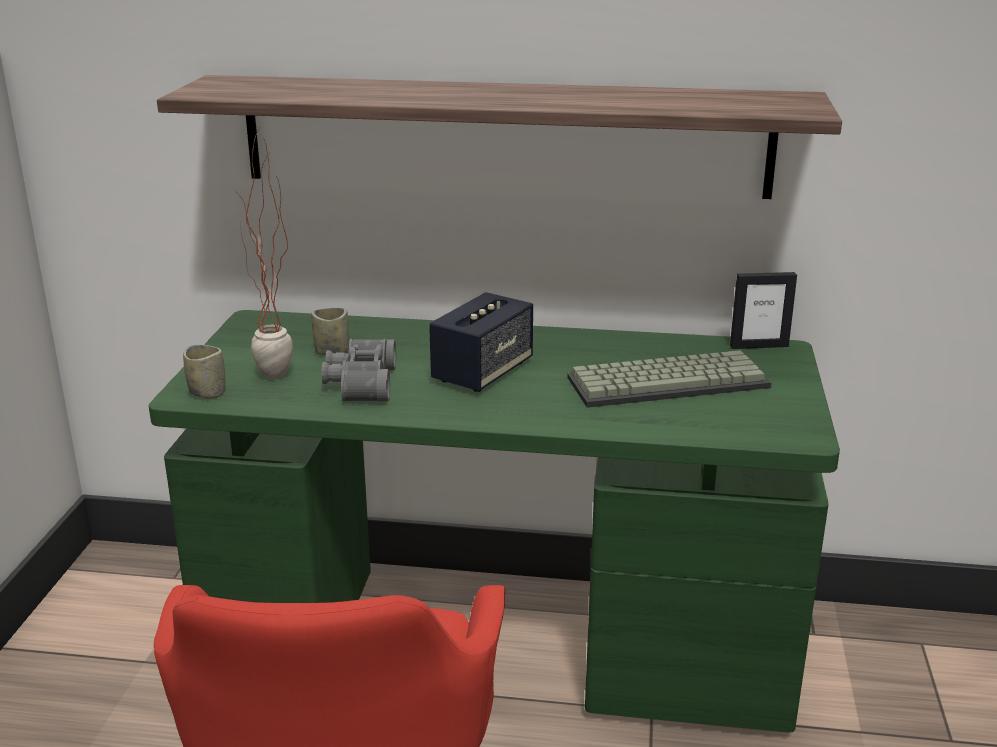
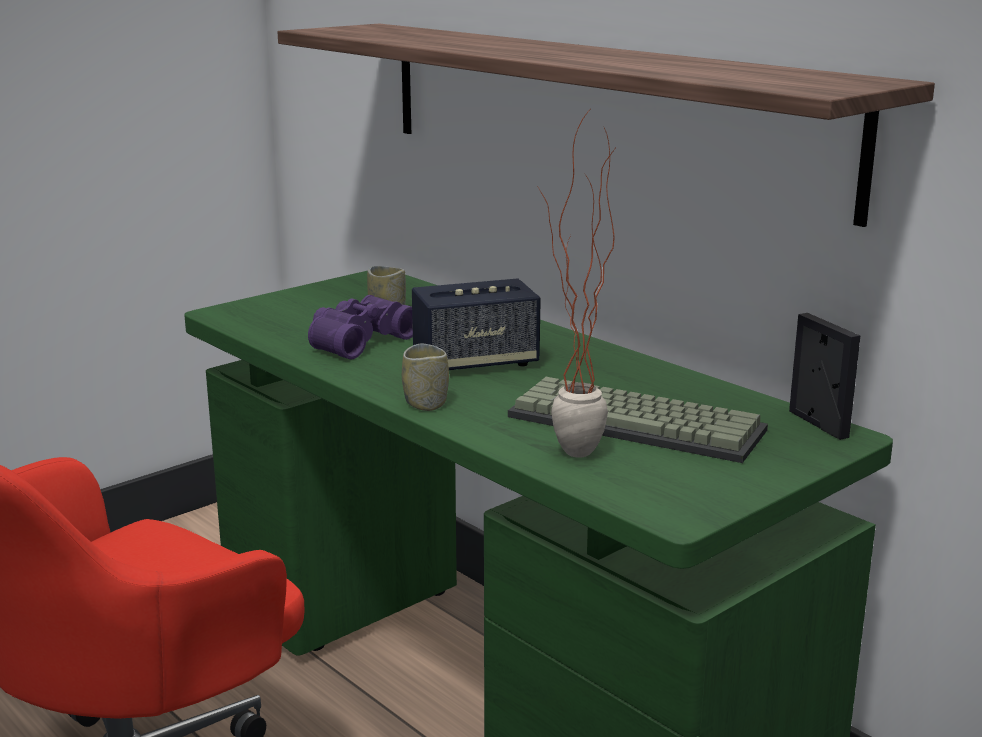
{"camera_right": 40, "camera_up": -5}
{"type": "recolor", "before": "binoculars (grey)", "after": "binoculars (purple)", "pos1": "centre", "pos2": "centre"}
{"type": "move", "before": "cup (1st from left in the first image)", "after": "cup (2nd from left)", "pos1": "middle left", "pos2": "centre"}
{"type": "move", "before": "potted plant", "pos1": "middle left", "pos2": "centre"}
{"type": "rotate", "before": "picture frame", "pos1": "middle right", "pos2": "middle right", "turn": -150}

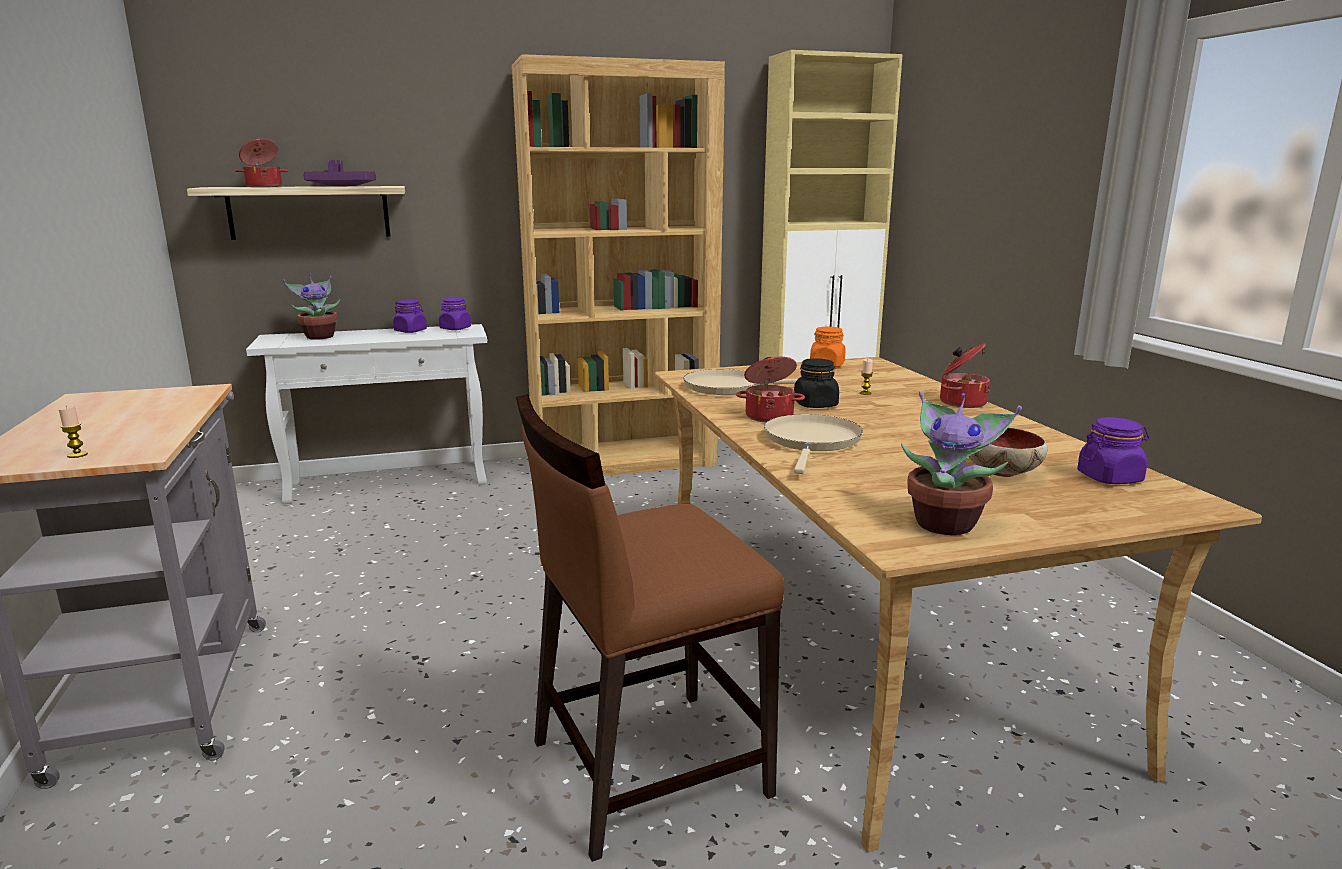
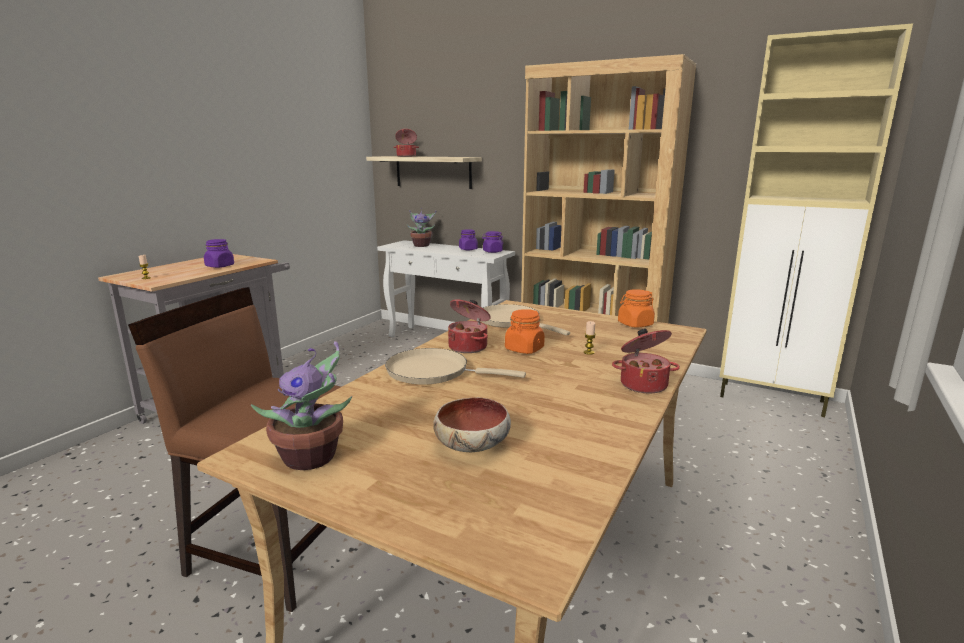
{"camera_right": 45, "camera_up": 0}
{"type": "move", "before": "jar (purple) (3rd from left in the first image)", "after": "jar (purple) (1st from left)", "pos1": "middle right", "pos2": "middle left"}
{"type": "rotate", "before": "frying pan (beige) (2nd from left in the first image)", "pos1": "centre", "pos2": "centre", "turn": -135}
{"type": "recolor", "before": "jar (black)", "after": "jar (orange) (1st from left)", "pos1": "centre", "pos2": "centre"}
{"type": "delete", "before": "tray (purple)", "pos1": "top left"}

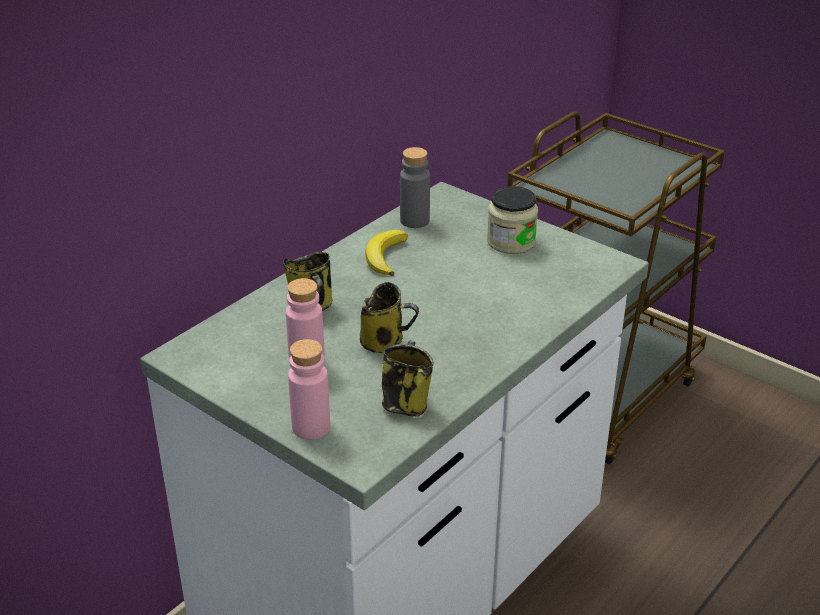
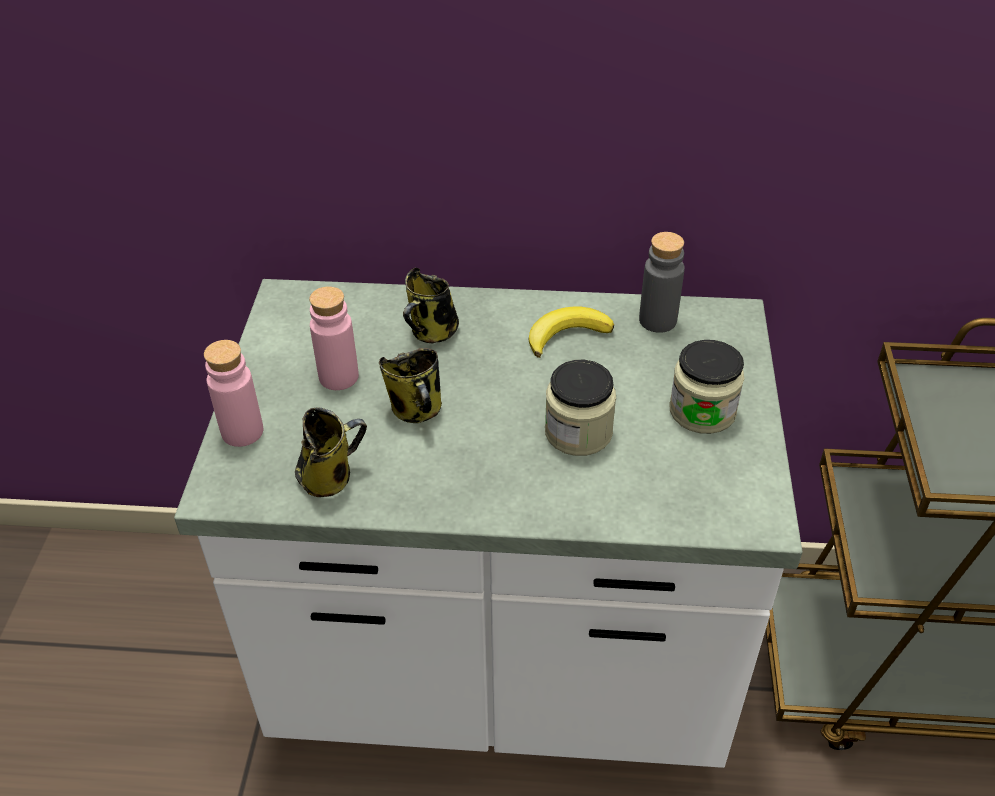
{"camera_right": 55, "camera_up": 10}
{"type": "insert", "after": "jar (1st from left)", "pos2": "centre"}

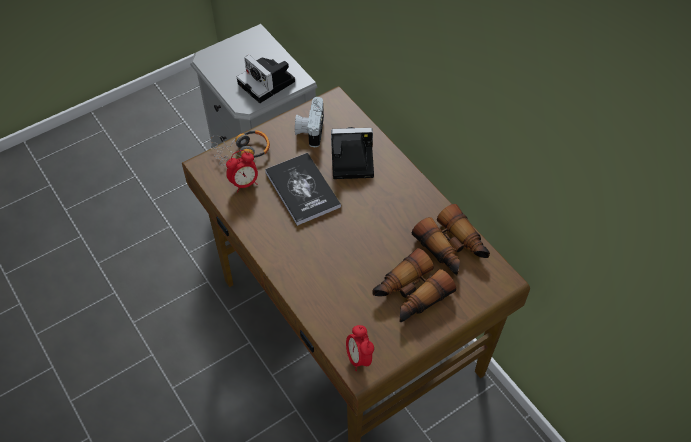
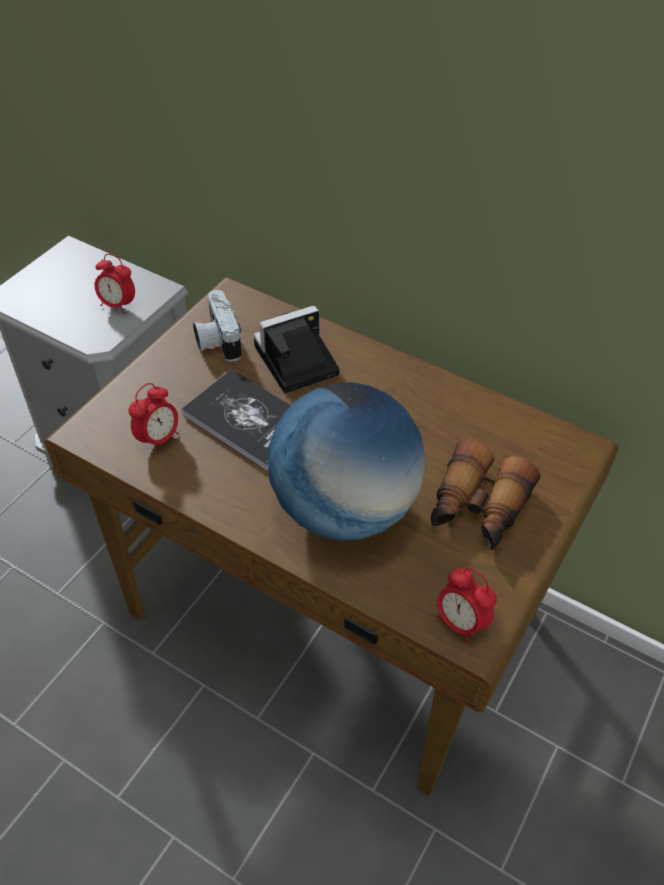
{"camera_right": -25, "camera_up": -5}
{"type": "replace", "before": "photo camera (1st from left)", "after": "alarm clock (1st from left)", "pos1": "top centre", "pos2": "top left"}
{"type": "insert", "after": "globe", "pos2": "centre"}
{"type": "delete", "before": "headphones", "pos1": "top centre"}
{"type": "delete", "before": "binoculars (2nd from left)", "pos1": "centre"}

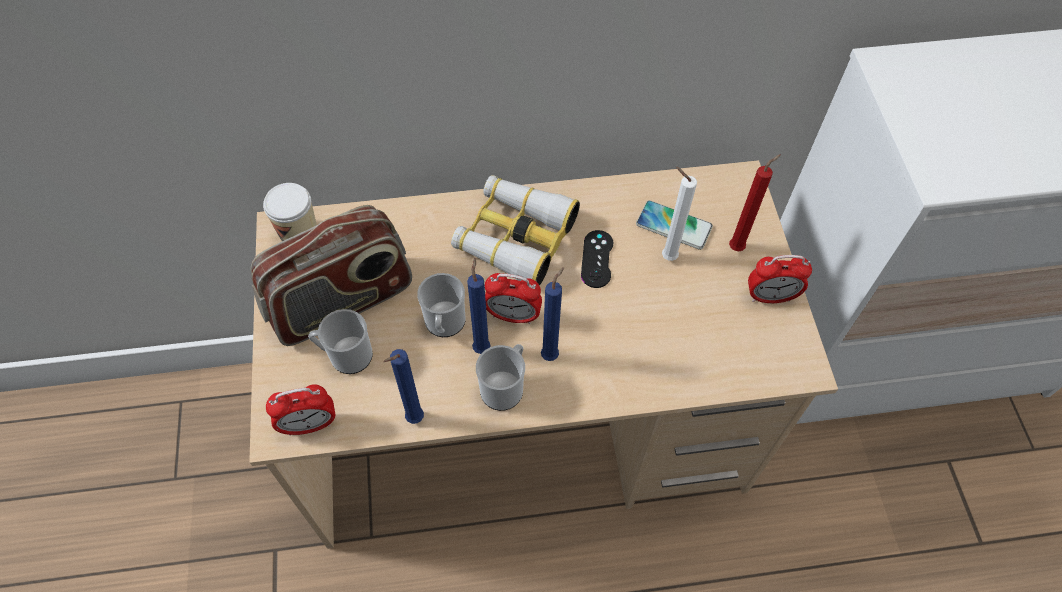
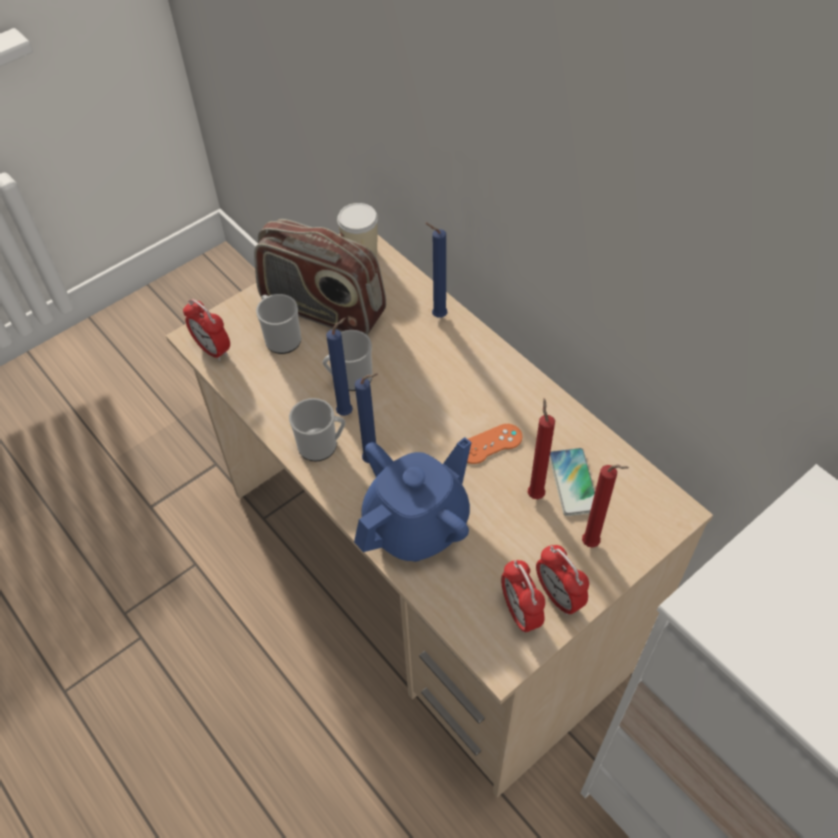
{"camera_right": 60, "camera_up": -5}
{"type": "insert", "after": "teapot (blue)", "pos2": "centre"}
{"type": "move", "before": "candle (blue) (1st from left in the first image)", "after": "candle (blue) (3rd from left)", "pos1": "centre", "pos2": "top centre"}
{"type": "recolor", "before": "game controller (black)", "after": "game controller (orange)", "pos1": "centre", "pos2": "centre"}
{"type": "move", "before": "alarm clock (2nd from left)", "pos1": "centre", "pos2": "bottom centre"}
{"type": "recolor", "before": "candle (white)", "after": "candle (red) (1st from left)", "pos1": "centre", "pos2": "centre"}
{"type": "delete", "before": "binoculars", "pos1": "centre"}

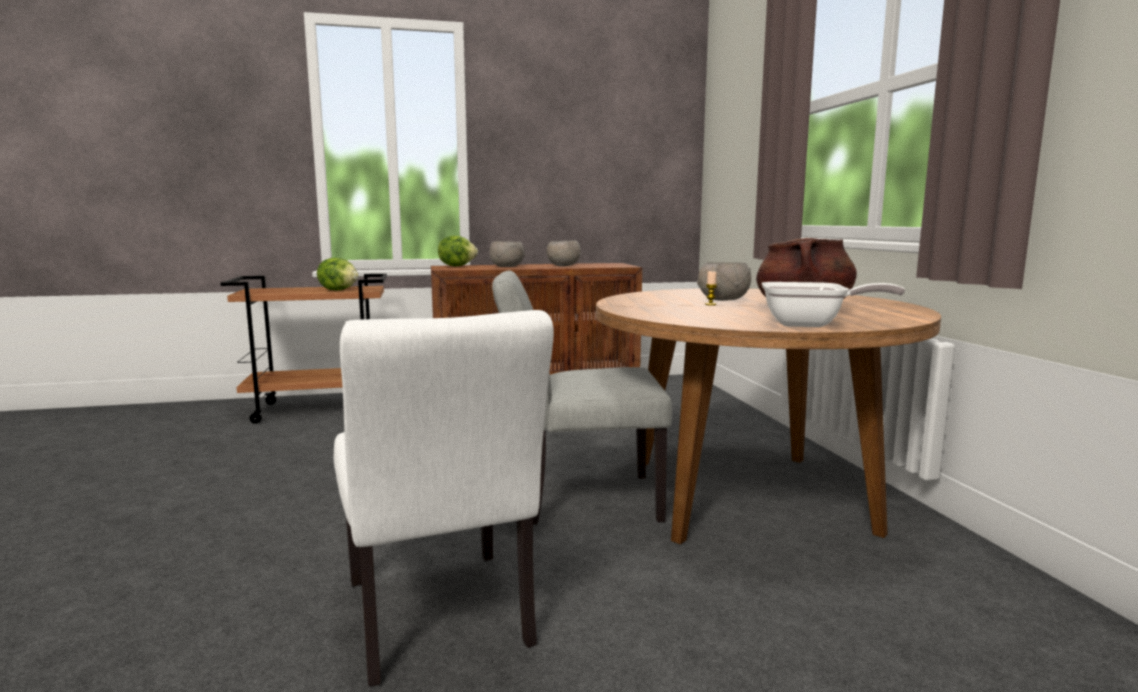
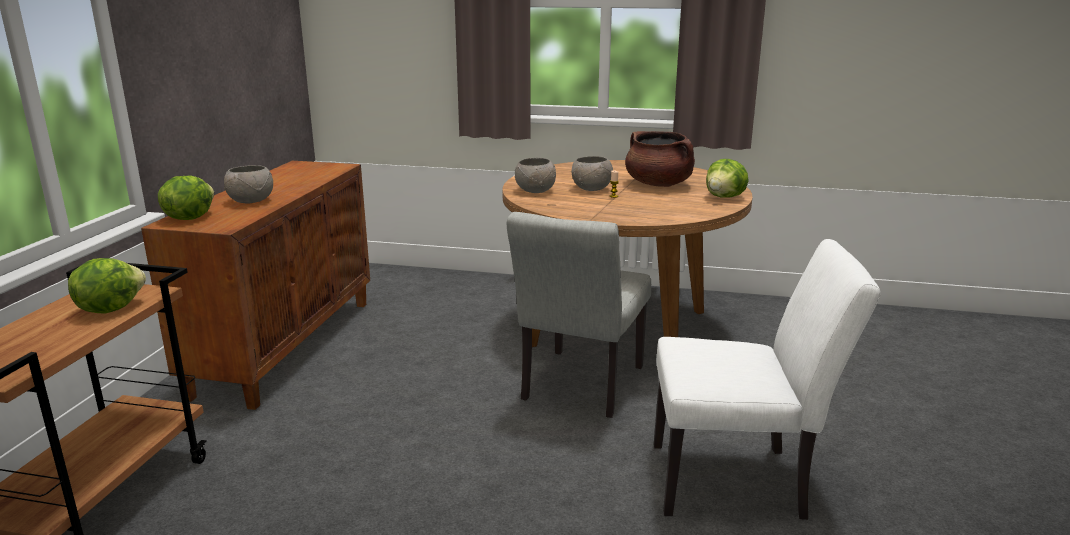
{"camera_right": -65, "camera_up": 10}
{"type": "move", "before": "bowl (grey) (2nd from left)", "pos1": "centre", "pos2": "top centre"}
{"type": "replace", "before": "frying pan", "after": "lettuce (3rd from left)", "pos1": "middle right", "pos2": "top right"}

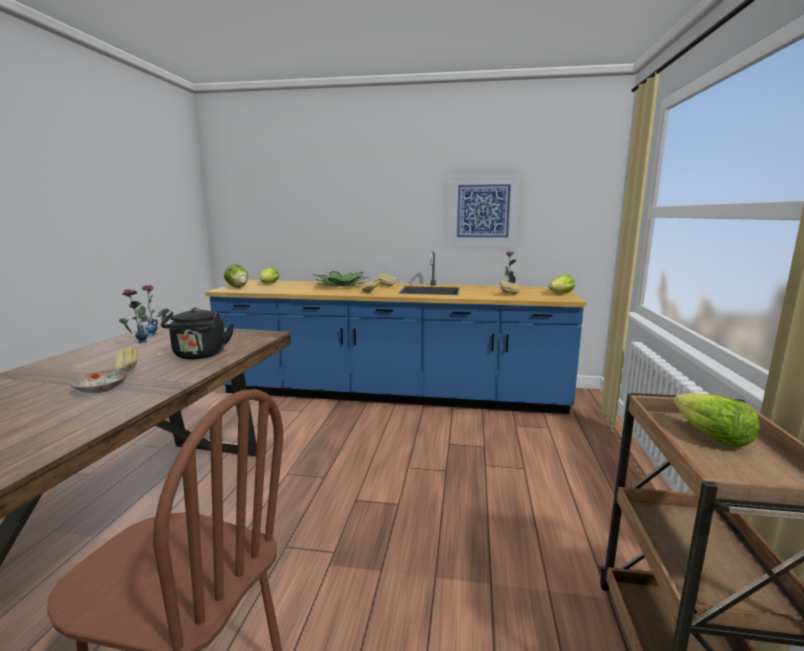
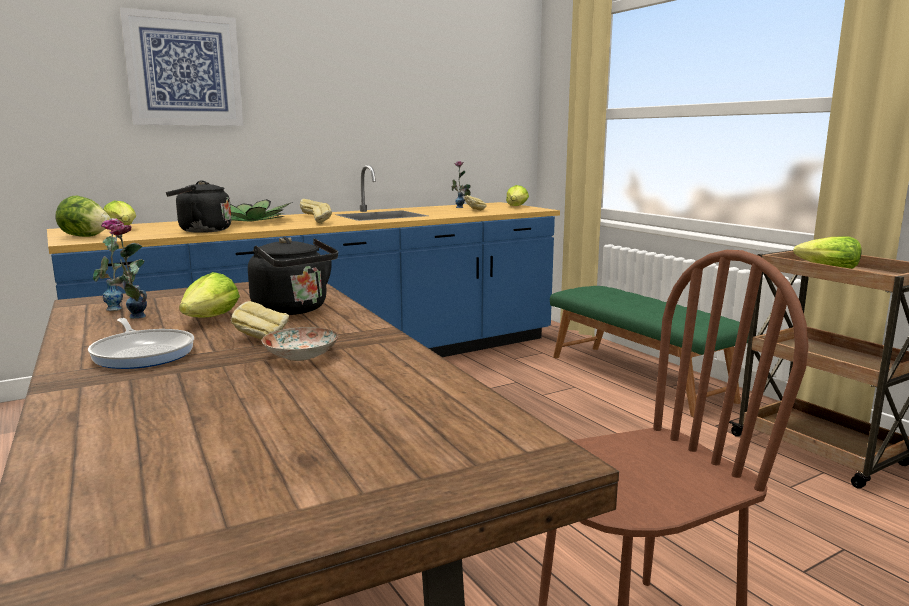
{"camera_right": -40, "camera_up": 0}
{"type": "insert", "after": "frying pan", "pos2": "middle left"}
{"type": "move", "before": "picture", "pos1": "top centre", "pos2": "top left"}
{"type": "insert", "after": "kettle (black) (1st from left)", "pos2": "middle left"}
{"type": "insert", "after": "lettuce (3rd from left)", "pos2": "middle left"}
{"type": "insert", "after": "bench (green)", "pos2": "middle right"}

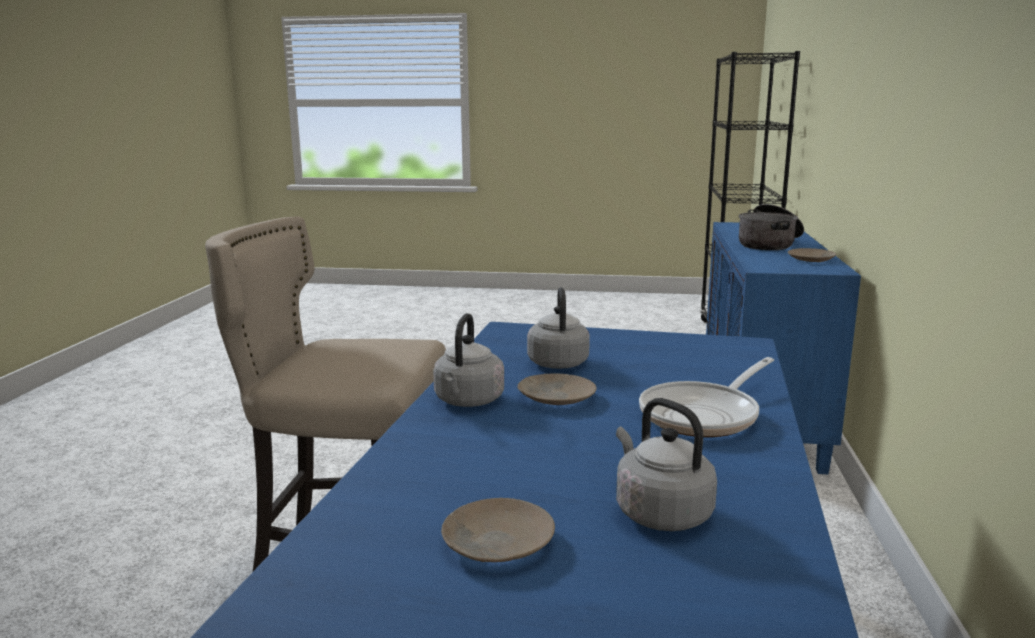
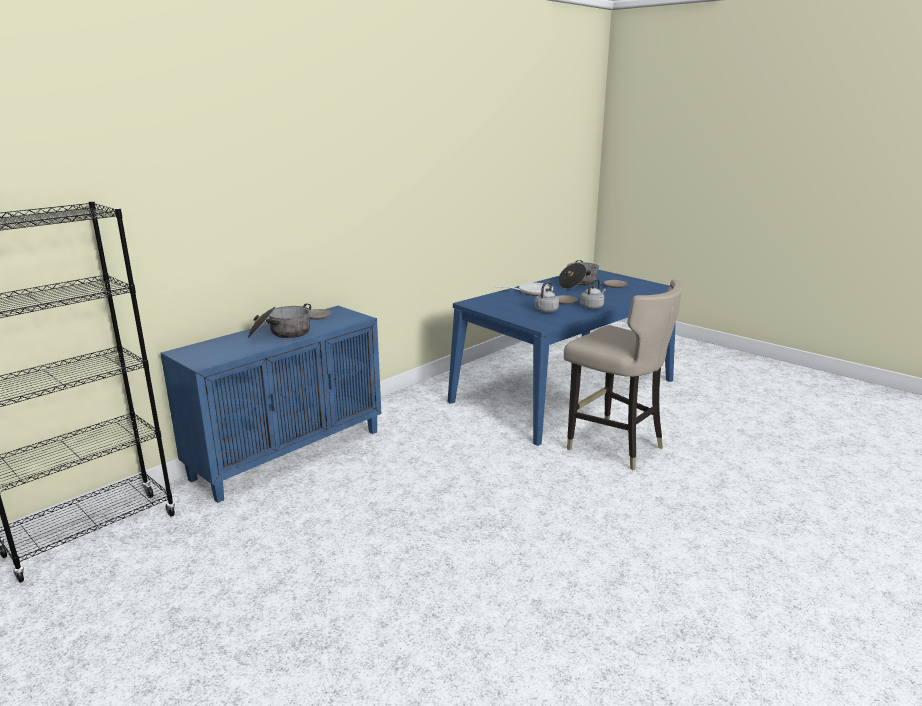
{"camera_right": -145, "camera_up": 5}
{"type": "replace", "before": "kettle (grey) (3rd from left)", "after": "cooking pot (2nd from left)", "pos1": "bottom centre", "pos2": "centre"}

